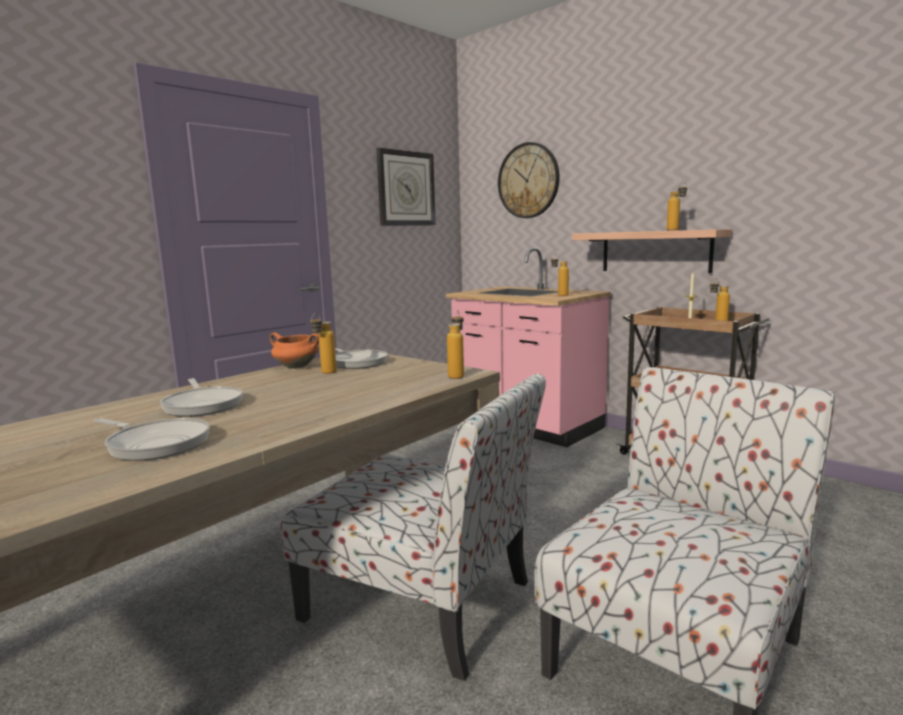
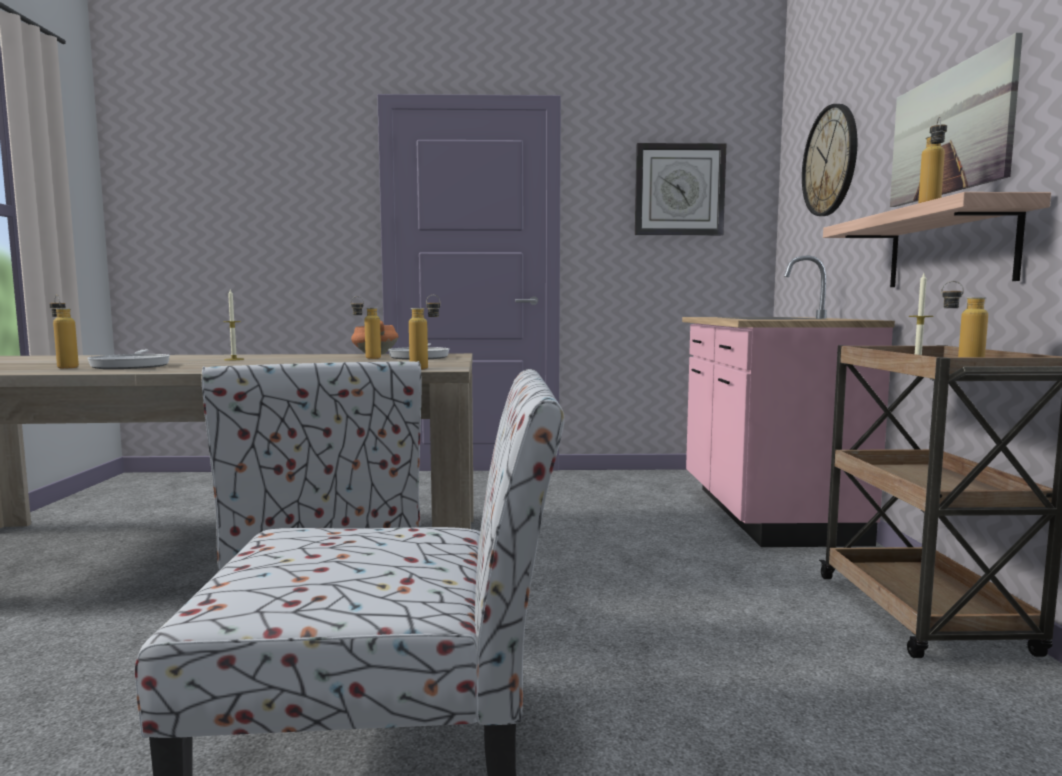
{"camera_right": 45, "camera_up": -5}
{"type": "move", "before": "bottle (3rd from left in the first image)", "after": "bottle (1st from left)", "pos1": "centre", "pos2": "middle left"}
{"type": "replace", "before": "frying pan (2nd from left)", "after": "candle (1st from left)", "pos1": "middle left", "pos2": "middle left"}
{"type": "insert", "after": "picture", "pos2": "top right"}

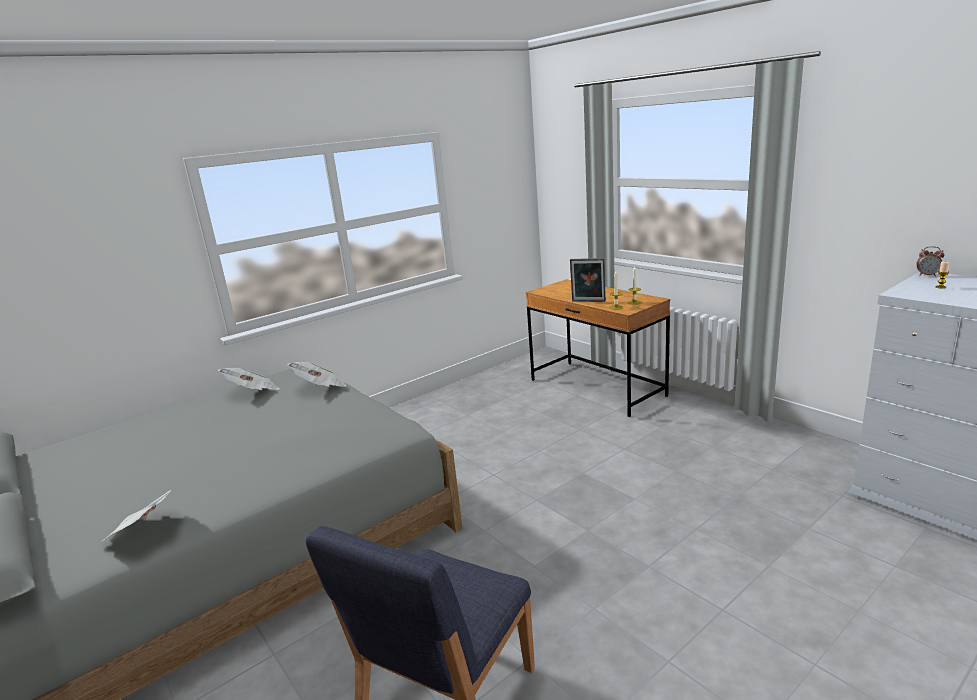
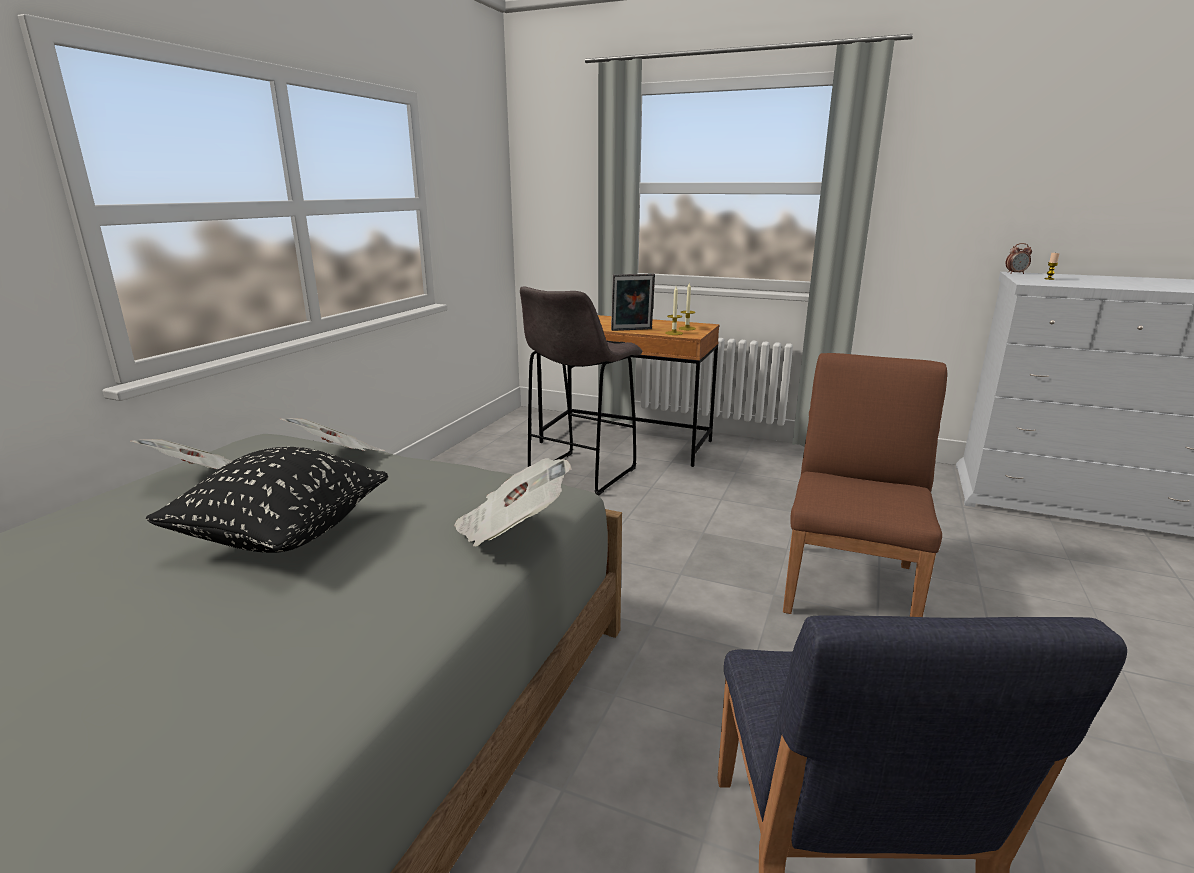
{"camera_right": -30, "camera_up": 0}
{"type": "insert", "after": "pillow (black)", "pos2": "middle left"}
{"type": "move", "before": "newspaper (1st from left in the first image)", "after": "newspaper (3rd from left)", "pos1": "bottom left", "pos2": "centre"}
{"type": "insert", "after": "stool (grey)", "pos2": "centre"}
{"type": "insert", "after": "chair (brown)", "pos2": "middle right"}

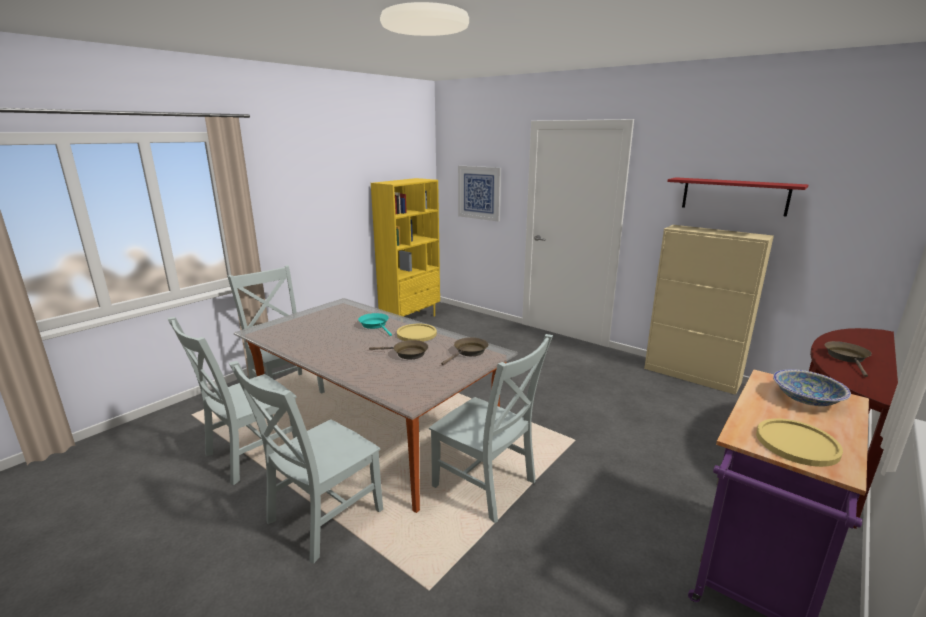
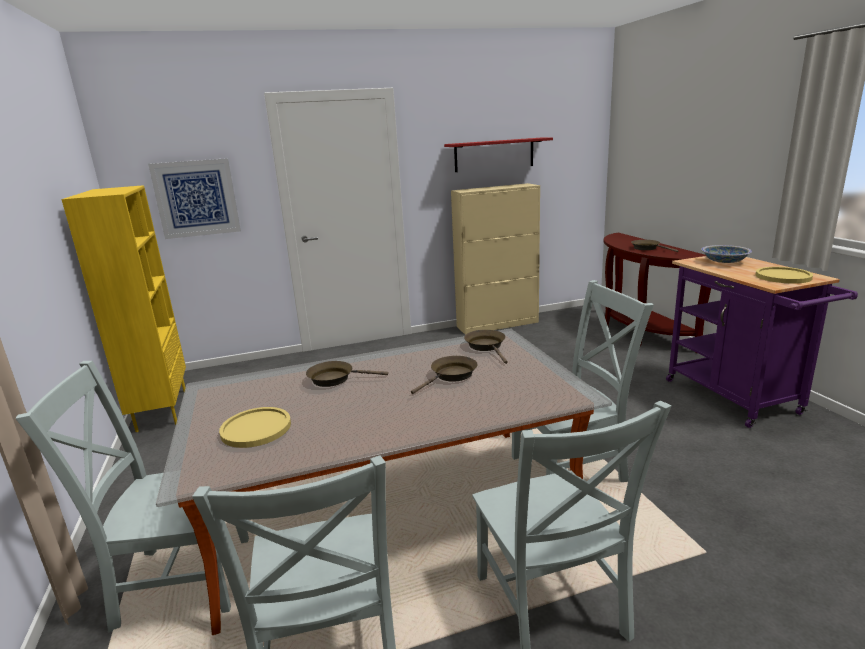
{"camera_right": -55, "camera_up": 0}
{"type": "move", "before": "plate (yellow) (1st from left)", "pos1": "centre", "pos2": "middle left"}
{"type": "recolor", "before": "frying pan (turquoise)", "after": "frying pan (brown) (1st from left)", "pos1": "centre", "pos2": "centre"}

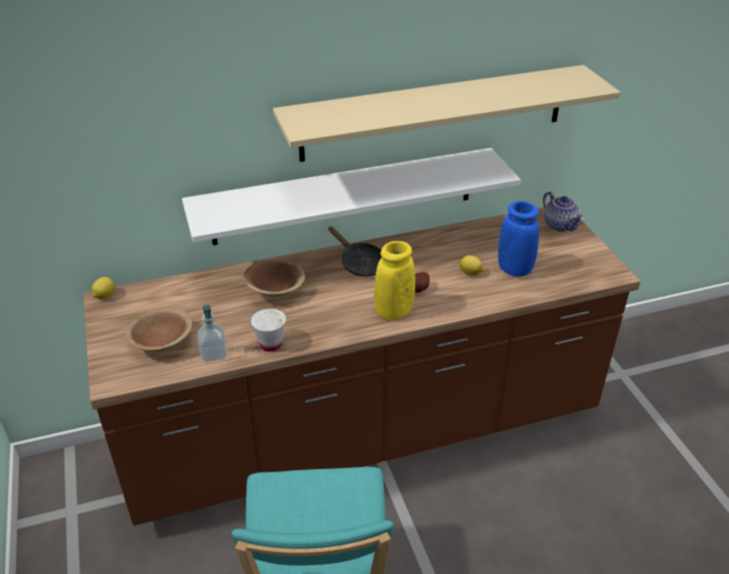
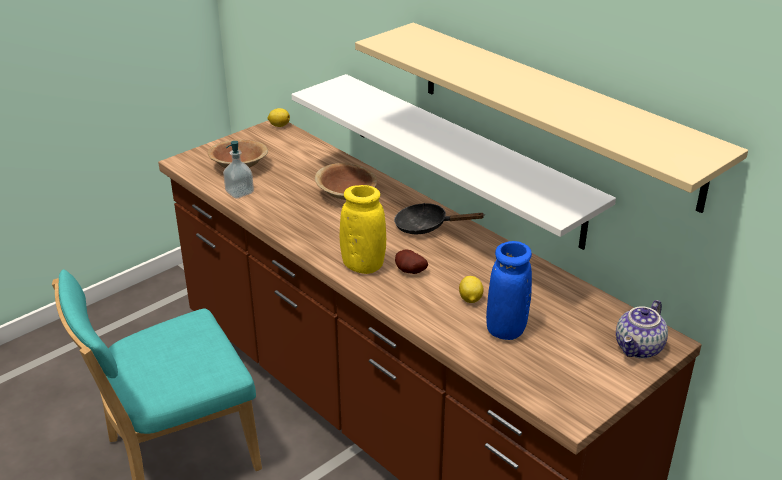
{"camera_right": 65, "camera_up": -5}
{"type": "rotate", "before": "frying pan (black)", "pos1": "centre", "pos2": "centre", "turn": 75}
{"type": "delete", "before": "cup (white)", "pos1": "centre"}

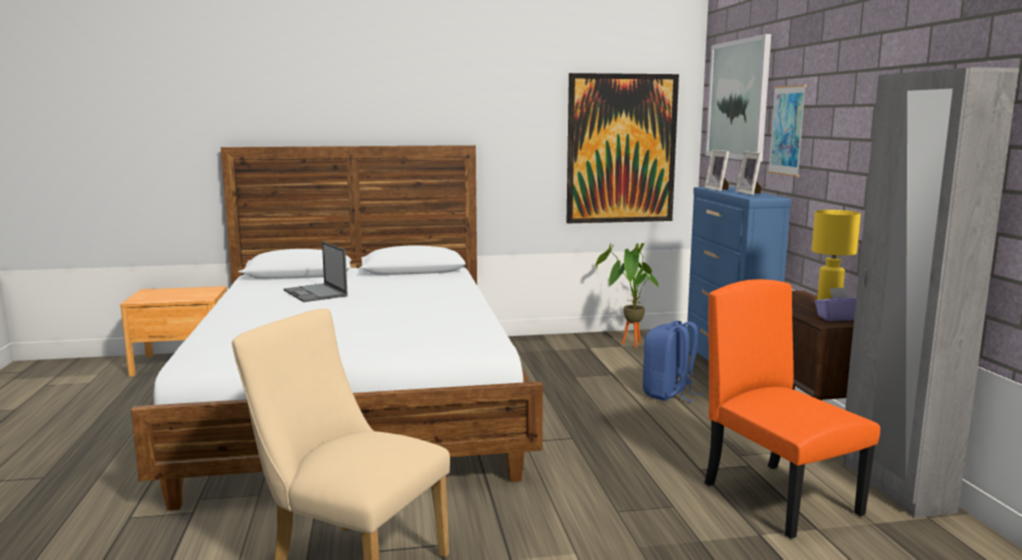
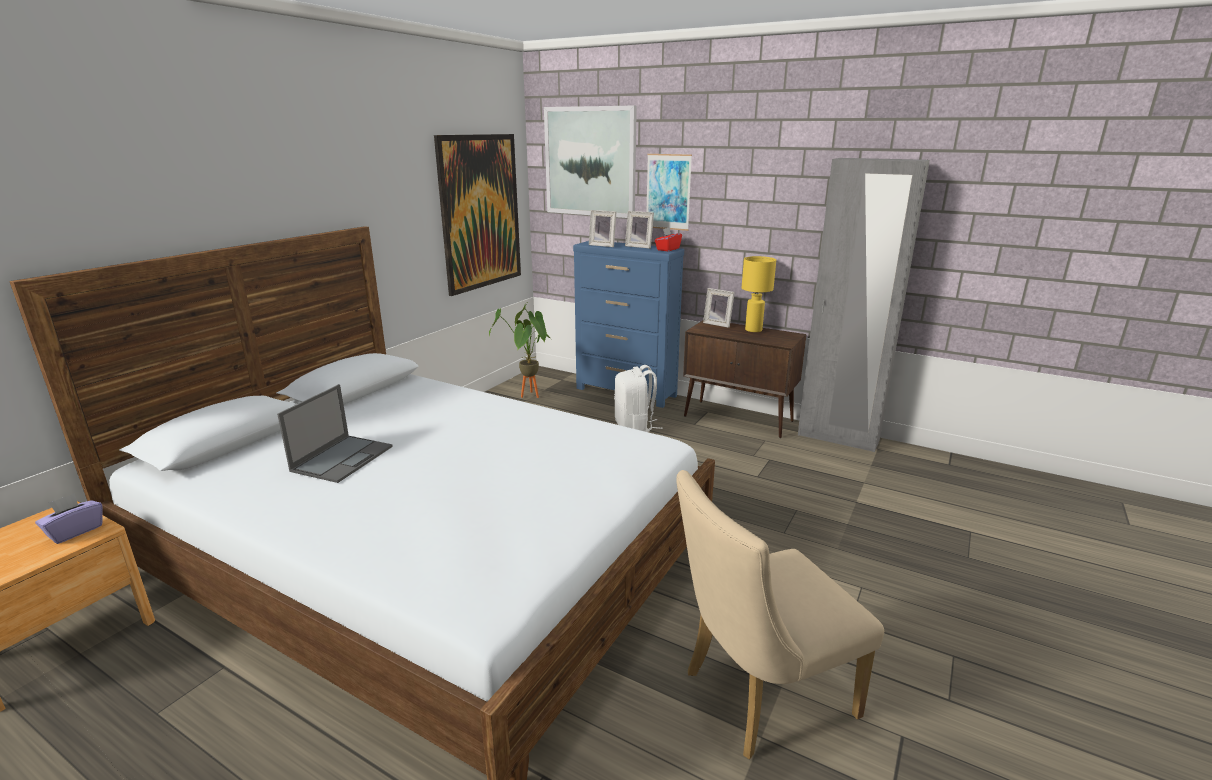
{"camera_right": -50, "camera_up": 10}
{"type": "move", "before": "tissue box (purple)", "pos1": "middle right", "pos2": "middle left"}
{"type": "rotate", "before": "laptop", "pos1": "middle left", "pos2": "middle left", "turn": -75}
{"type": "recolor", "before": "backpack (blue)", "after": "backpack (white)", "pos1": "centre", "pos2": "centre"}
{"type": "insert", "after": "tissue box (red)", "pos2": "top centre"}
{"type": "insert", "after": "picture frame (3rd from left)", "pos2": "centre"}
{"type": "delete", "before": "chair (orange)", "pos1": "bottom right"}

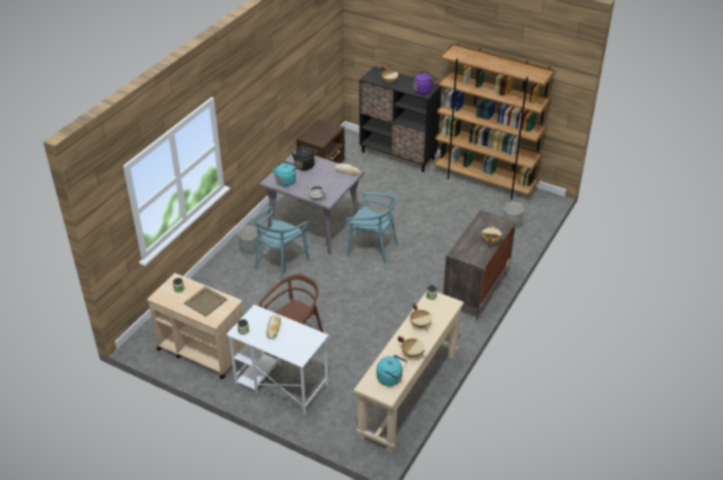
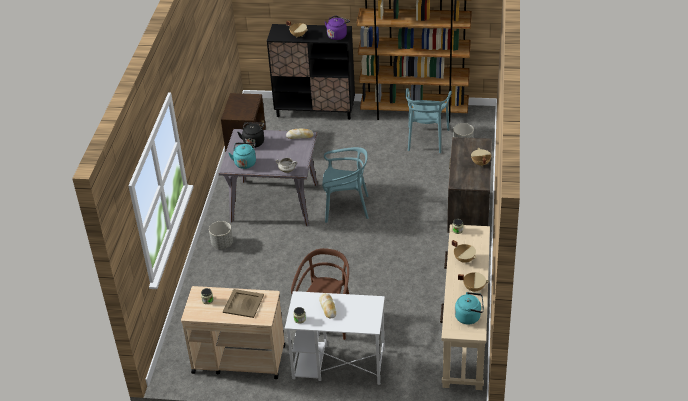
{"camera_right": -20, "camera_up": 0}
{"type": "move", "before": "chair (turquoise) (1st from left in the first image)", "after": "chair (turquoise) (2nd from left)", "pos1": "centre", "pos2": "top centre"}

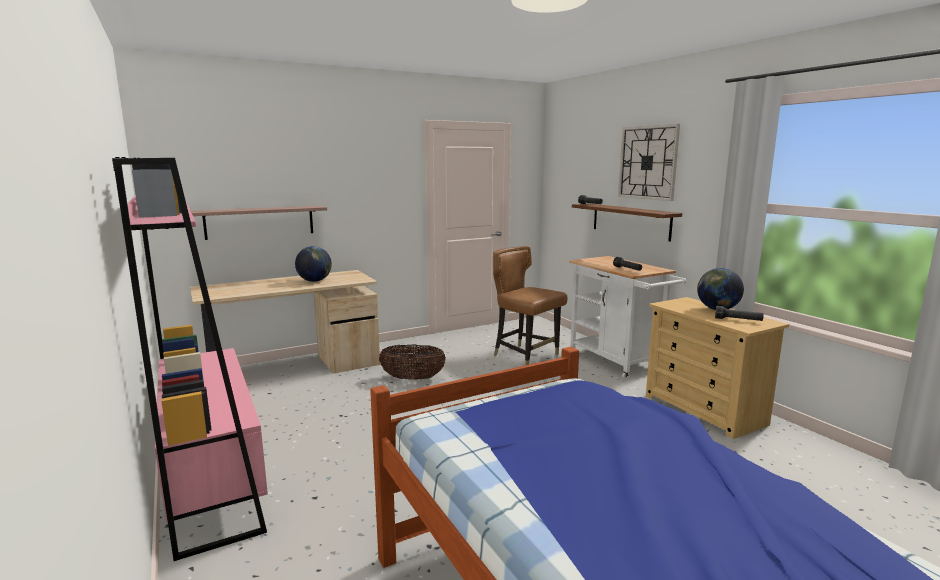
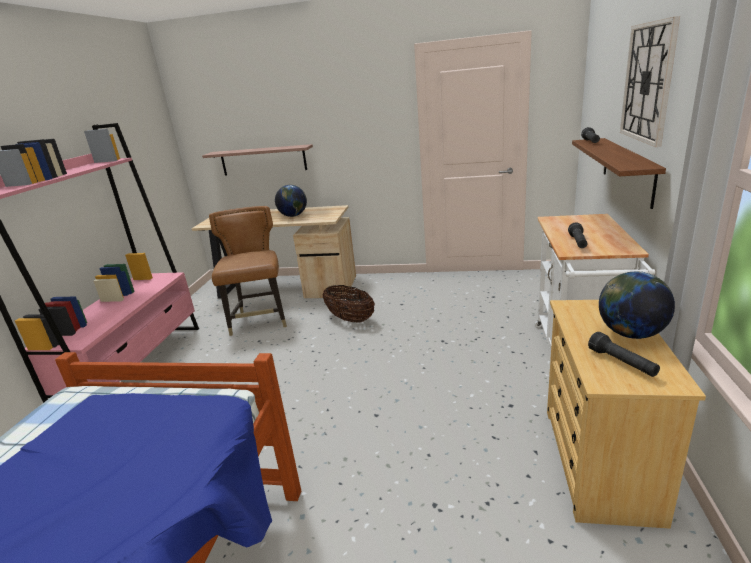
{"camera_right": 40, "camera_up": 10}
{"type": "move", "before": "chair (brown)", "pos1": "centre", "pos2": "middle left"}

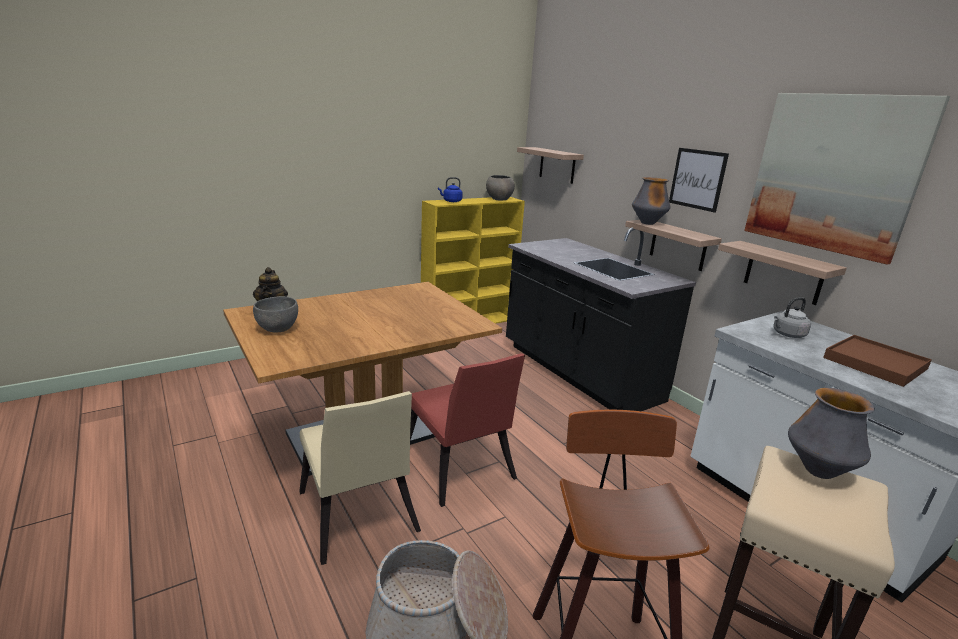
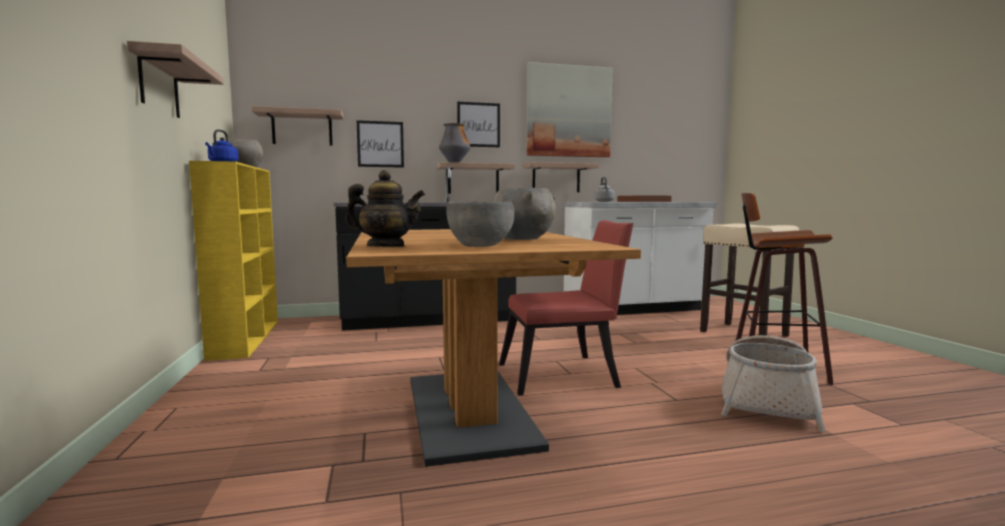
{"camera_right": -70, "camera_up": -15}
{"type": "insert", "after": "shelf (1st from left)", "pos2": "top left"}
{"type": "insert", "after": "picture (1st from left)", "pos2": "top centre"}
{"type": "insert", "after": "bowl (grey) (3rd from left)", "pos2": "centre"}
{"type": "delete", "before": "chair (beige)", "pos1": "bottom centre"}
{"type": "delete", "before": "vase (2nd from left)", "pos1": "bottom right"}

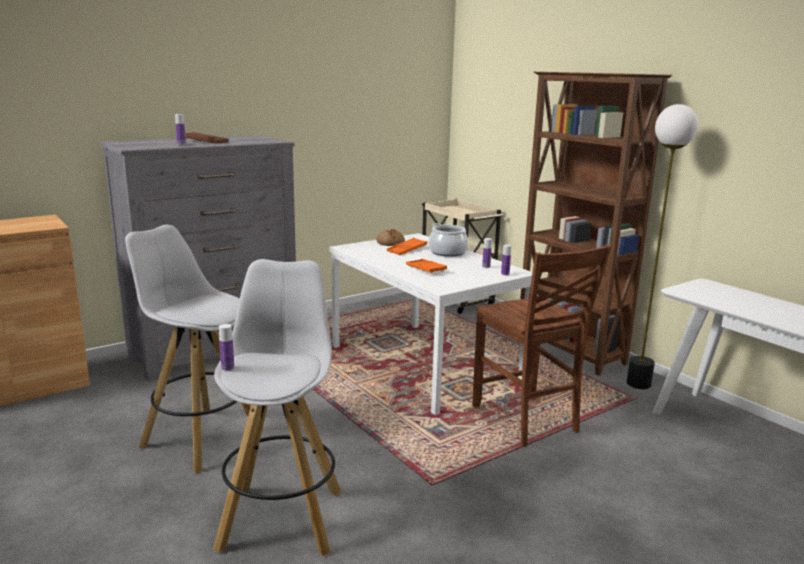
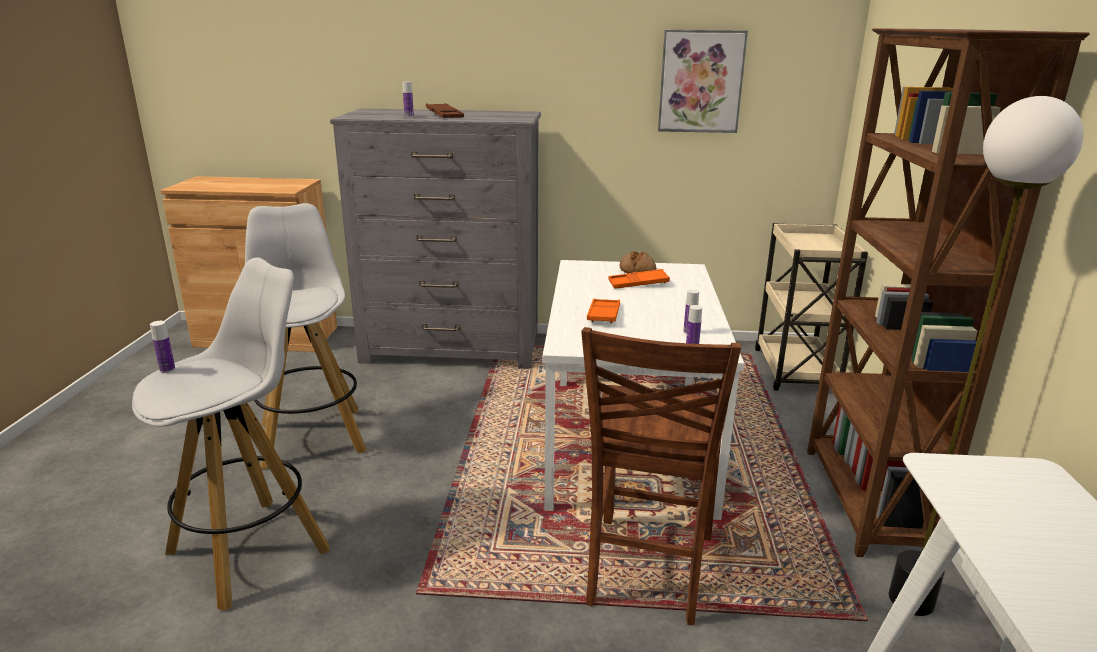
{"camera_right": 40, "camera_up": 5}
{"type": "insert", "after": "picture", "pos2": "top centre"}
{"type": "delete", "before": "cooking pot", "pos1": "centre"}

